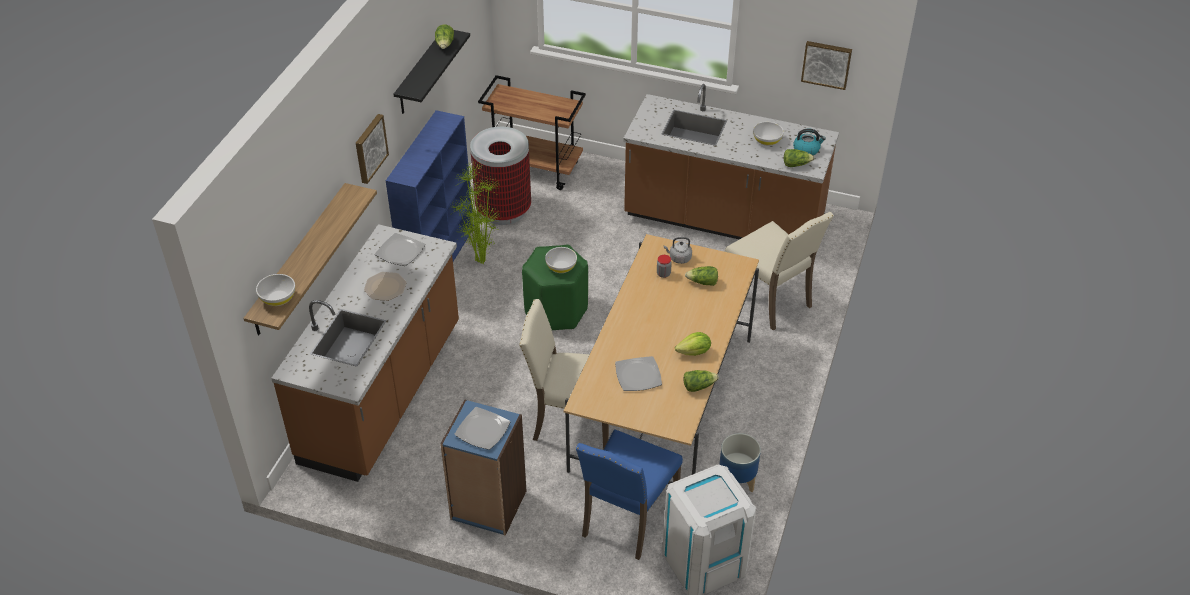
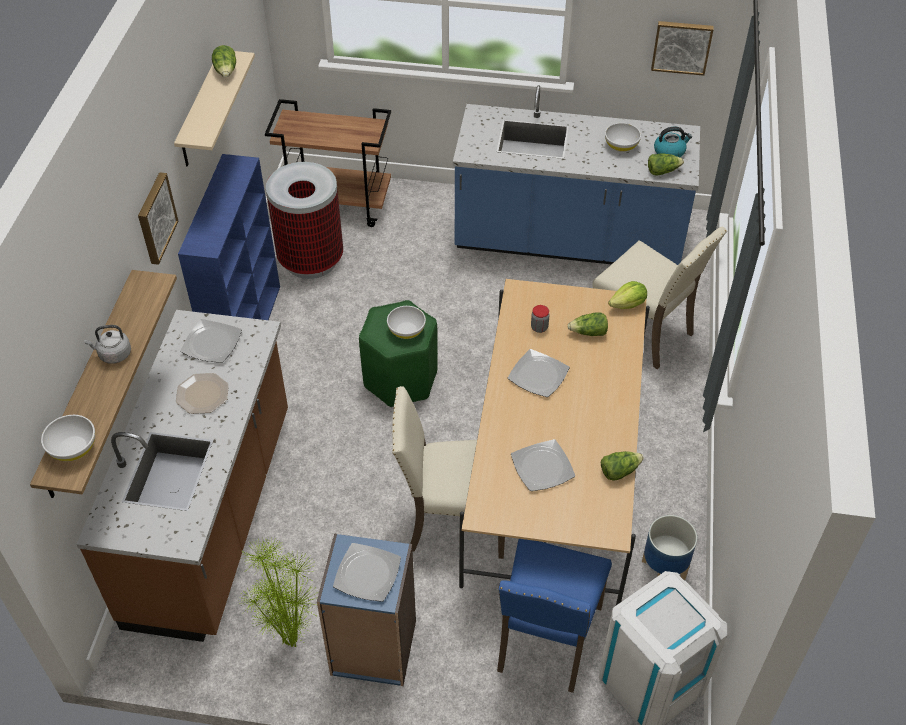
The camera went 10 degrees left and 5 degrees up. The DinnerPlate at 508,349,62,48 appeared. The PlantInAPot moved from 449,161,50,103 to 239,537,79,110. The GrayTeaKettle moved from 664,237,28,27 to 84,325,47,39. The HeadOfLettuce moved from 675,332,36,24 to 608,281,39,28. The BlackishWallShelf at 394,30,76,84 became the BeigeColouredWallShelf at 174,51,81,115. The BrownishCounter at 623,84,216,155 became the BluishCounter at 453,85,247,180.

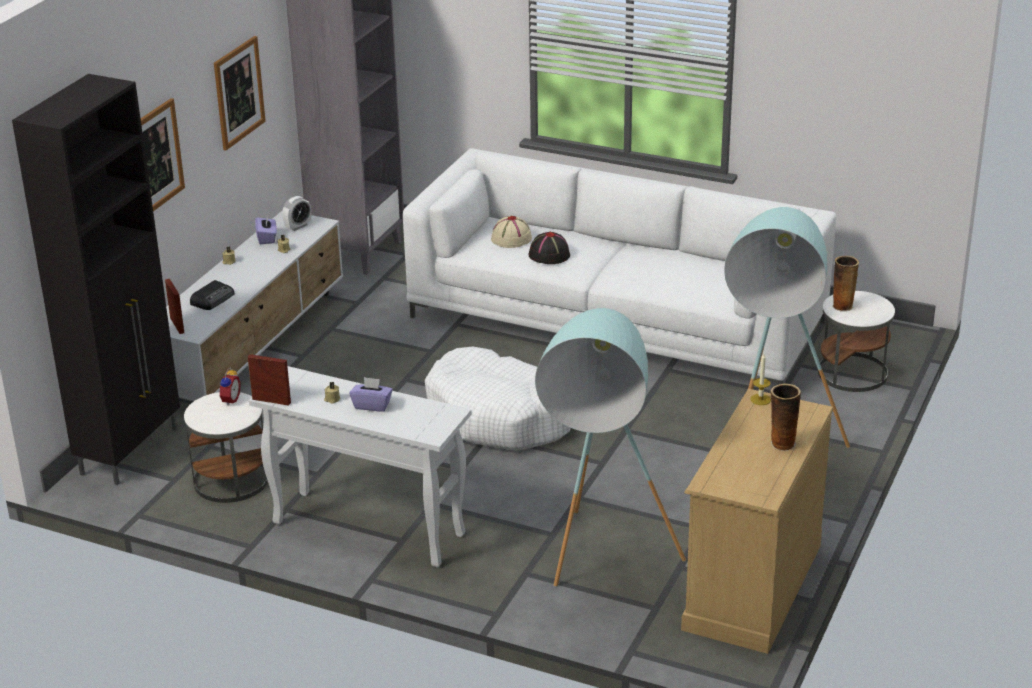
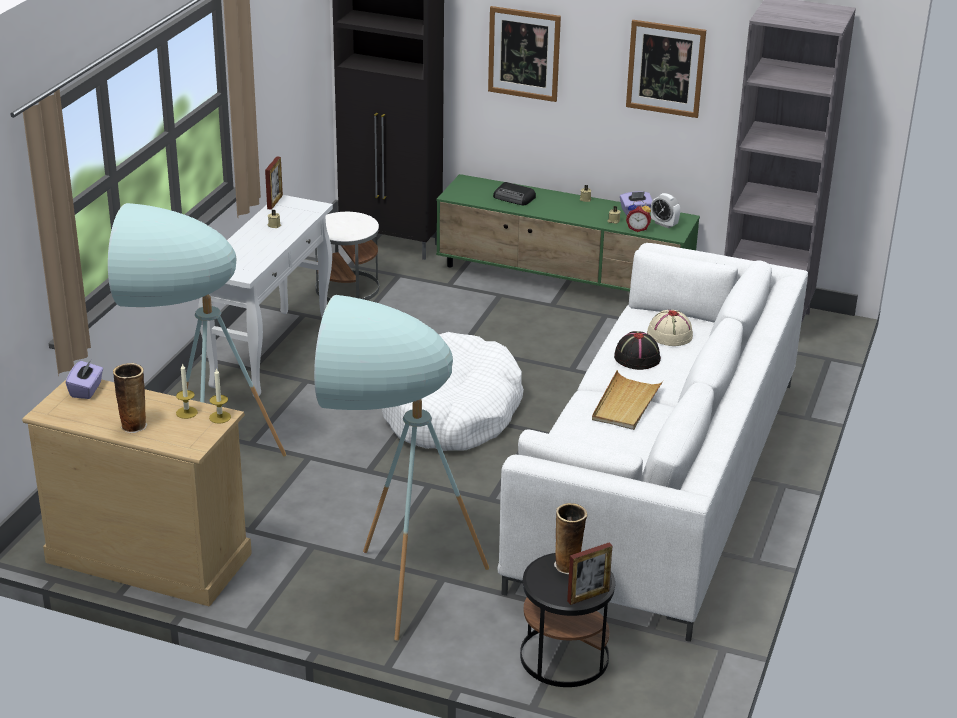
The camera went 85 degrees right and 0 degrees up. The Candle at 176,363,22,56 appeared. The BeigeColouredCarryingTray at 592,370,72,60 appeared. The PhotoFrame moved from 165,279,19,55 to 567,543,45,62. The TableClock moved from 218,367,23,39 to 626,200,25,32. The PurpleColouredBoxOfTissues moved from 349,377,44,35 to 66,360,37,39. The WhiteColouredMediaConsole at 166,210,177,192 became the GreenColouredMediaConsole at 436,174,264,118. The WhiteColouredAccentTable at 818,291,77,101 became the BlackishAccentTable at 520,553,95,134.

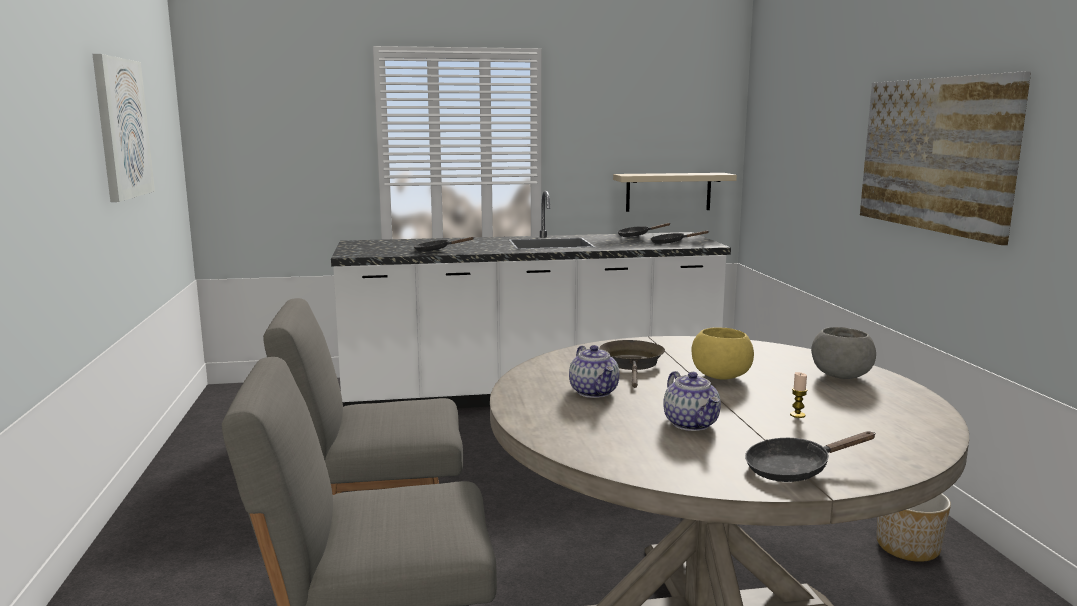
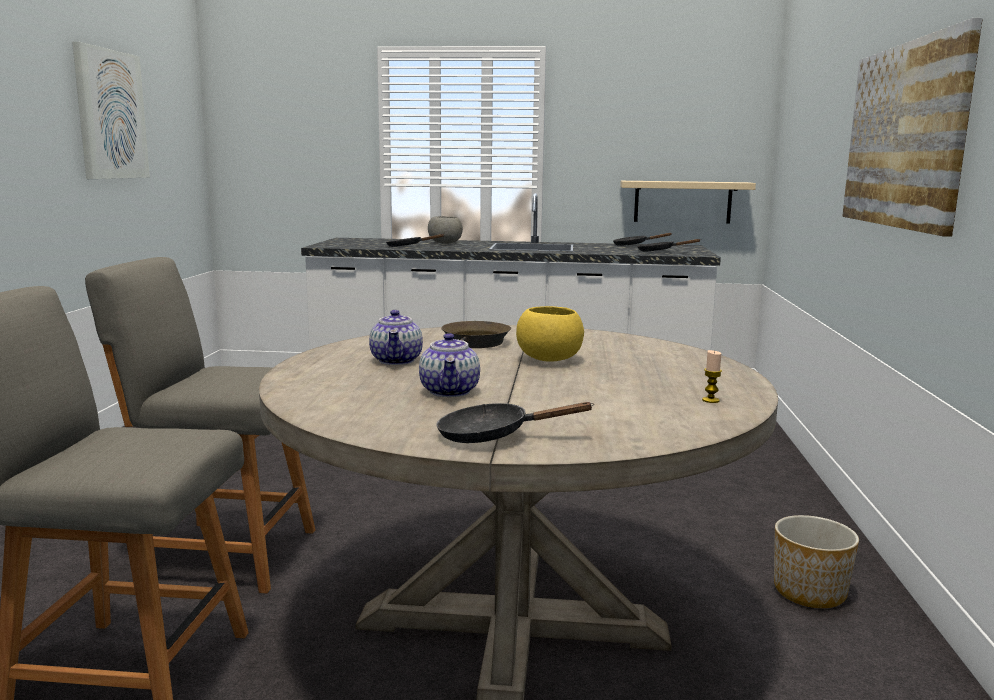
The camera went 15 degrees right and 0 degrees up. The Candle moved from 790,372,17,46 to 702,350,20,53. The GrayServingBowl moved from 811,327,65,52 to 428,216,35,28.

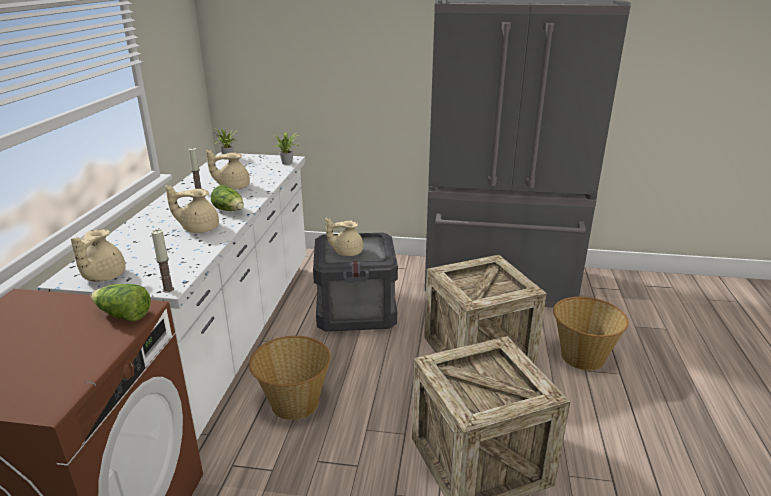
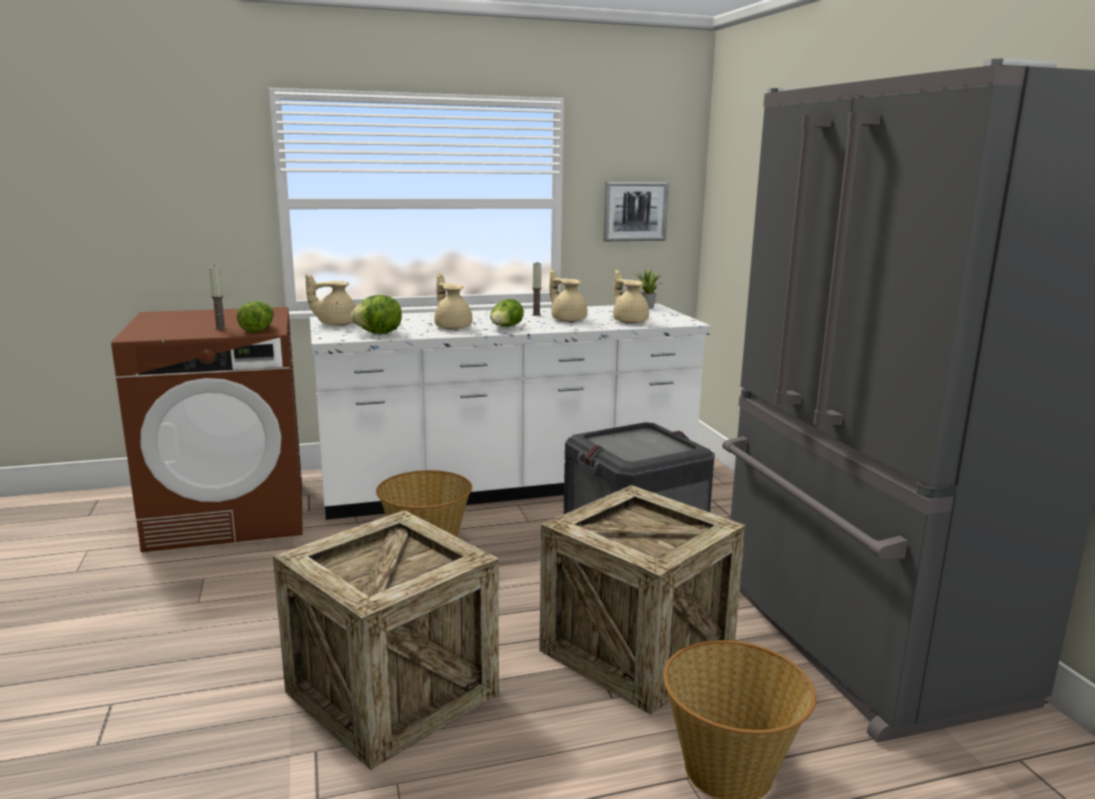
The camera went 65 degrees right and 10 degrees down. The PlantInAPot at 273,132,26,33 disappeared. The HeadOfLettuce at 350,295,52,39 appeared. The Picture at 603,182,66,59 appeared. The Candle moved from 151,229,23,64 to 209,265,17,65. The BeigeColouredTeapot moved from 325,218,38,38 to 613,270,36,53.

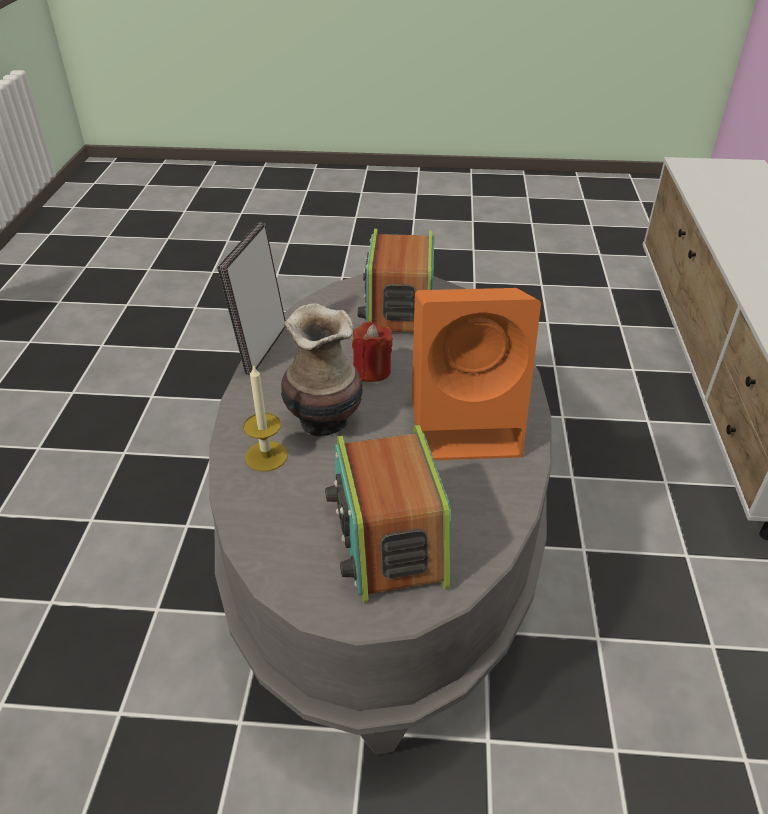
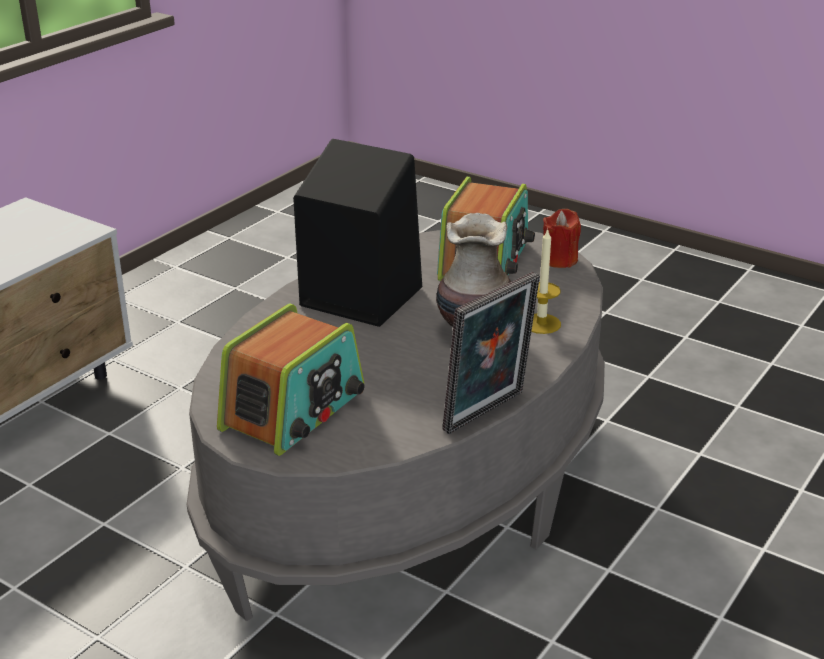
The camera went 150 degrees left and 10 degrees down. The RedCandle moved from 352,321,41,61 to 543,209,38,59. The OrangeLoudspeaker at 412,288,129,172 became the BlackishLoudspeaker at 293,139,129,188.

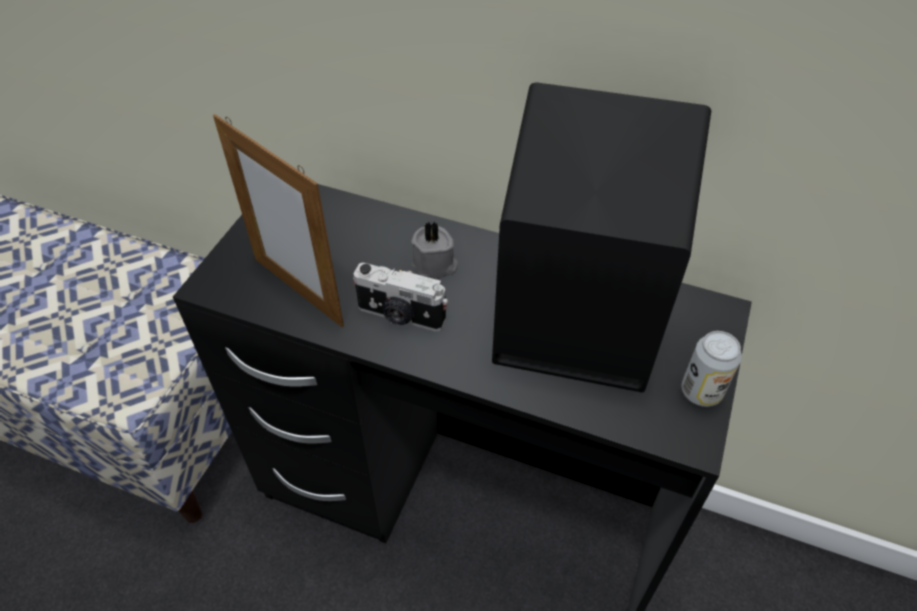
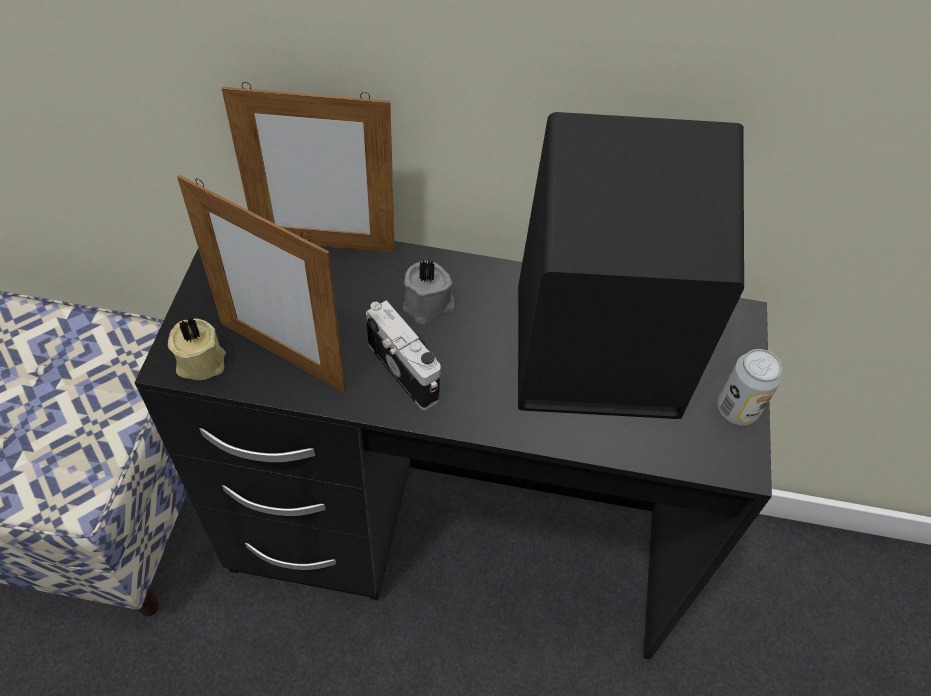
The camera went 15 degrees left and 5 degrees up. The BeigeColouredCandle at 168,317,58,63 appeared. The PhotoFrame at 222,82,173,170 appeared. The PhotoCamera at 353,262,95,70 turned 135 degrees counterclockwise.

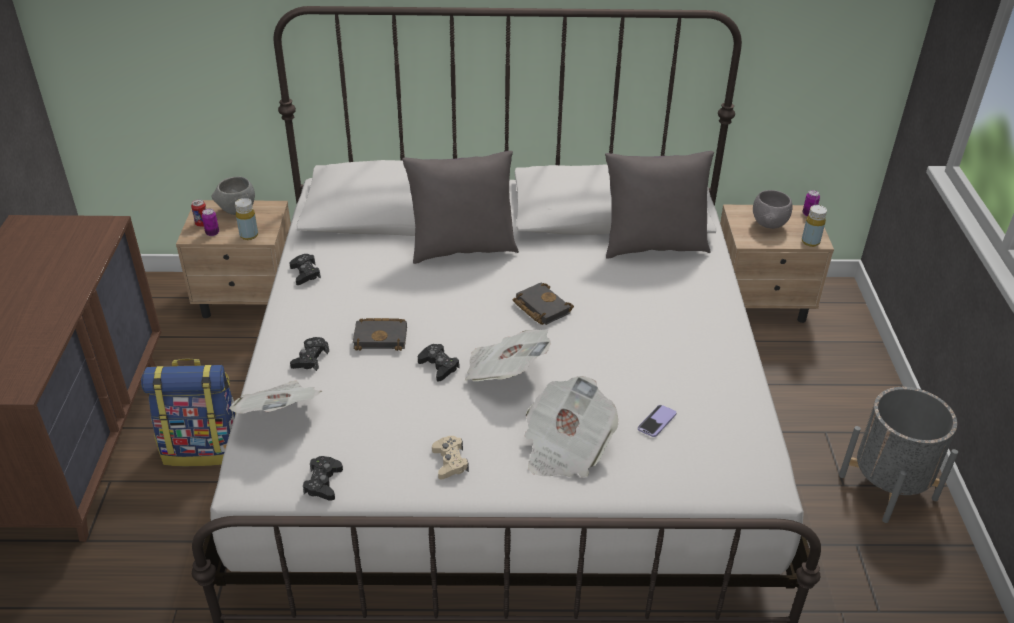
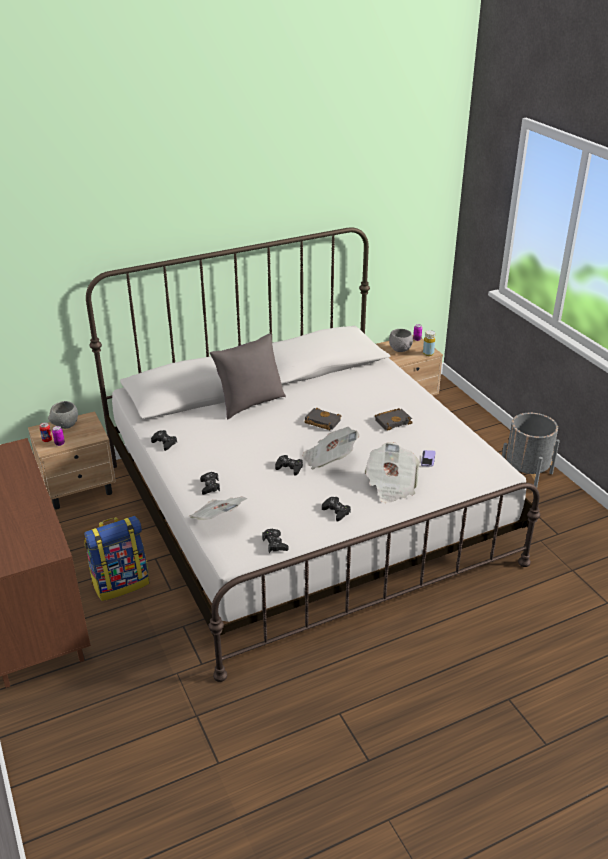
The camera went 25 degrees left and 5 degrees down. The YellowishBottle at 235,198,23,42 disappeared. The GrayThrowPillow at 605,151,109,107 disappeared. The BlackishVolume moved from 353,318,54,33 to 375,408,38,23. The BeigeColouredGamepad at 432,436,37,43 became the BlackishGamepad at 322,497,29,24.

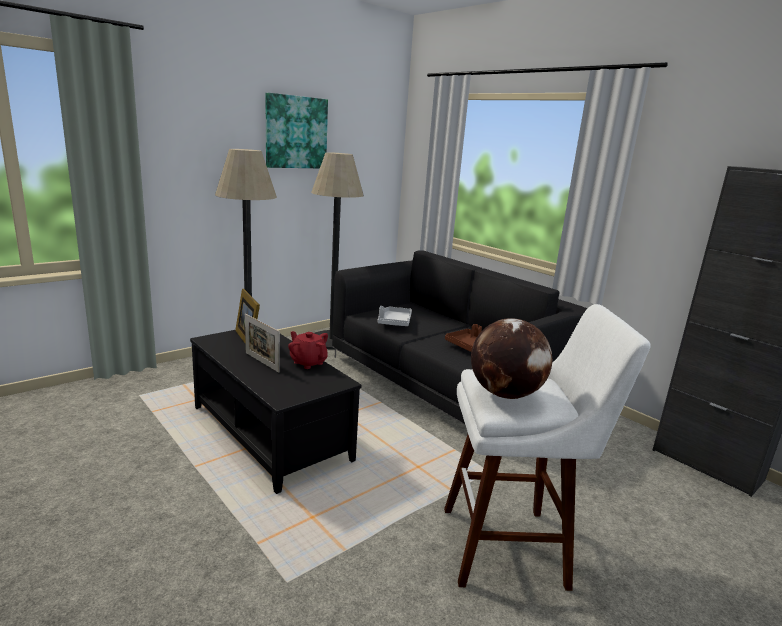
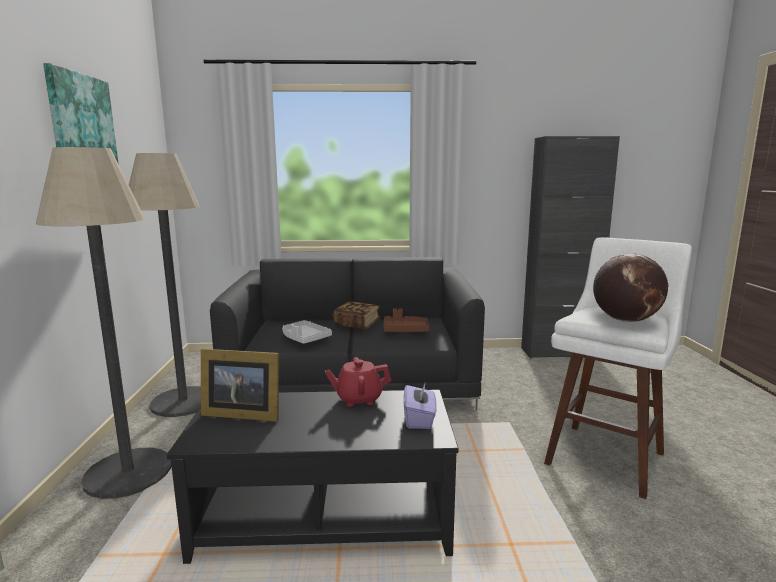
The camera went 50 degrees left and 5 degrees down. The PhotoFrame at 245,314,35,59 disappeared. The Volume at 333,301,47,29 appeared. The PurpleColouredBoxOfTissues at 404,381,32,48 appeared.

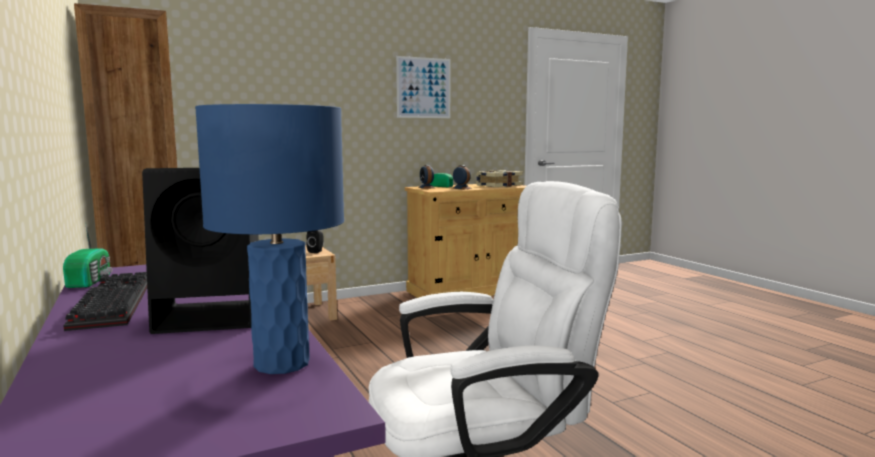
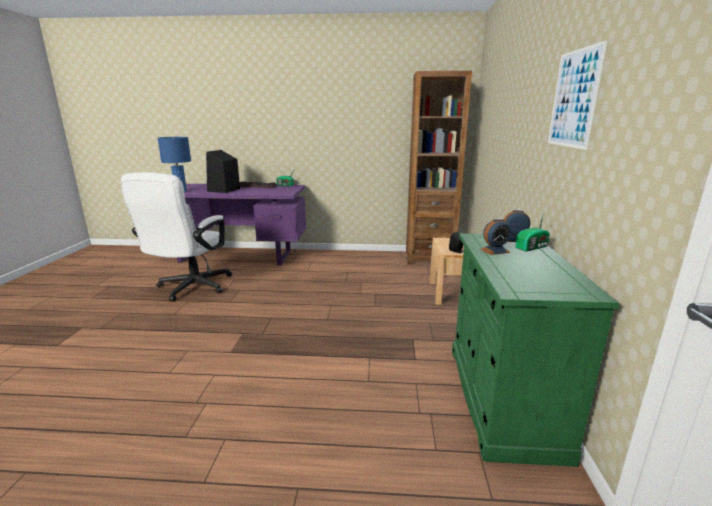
The camera went 120 degrees right and 10 degrees up. The Volume at 476,170,47,17 disappeared. The BeigeColouredCupboard at 405,184,121,114 became the GreenColouredCupboard at 452,233,167,234.

